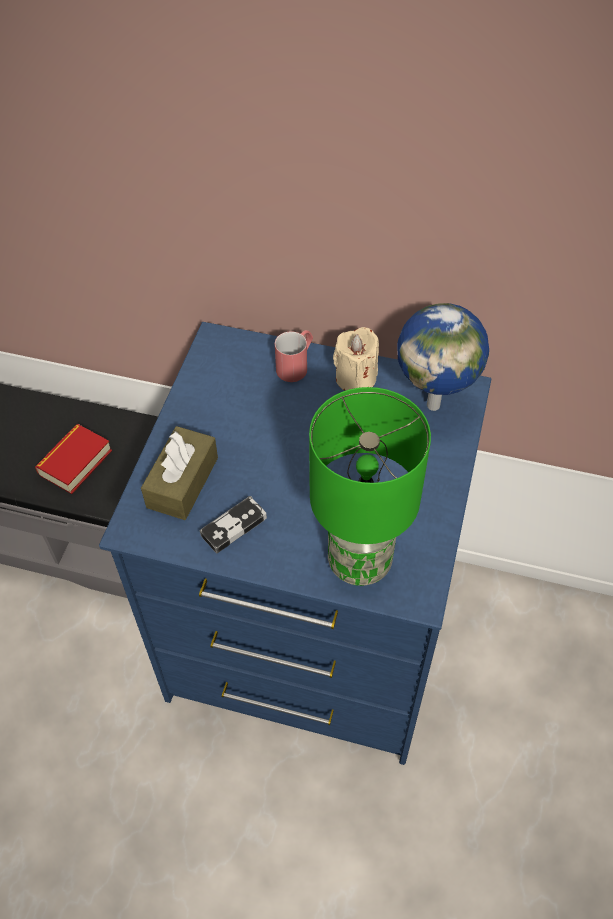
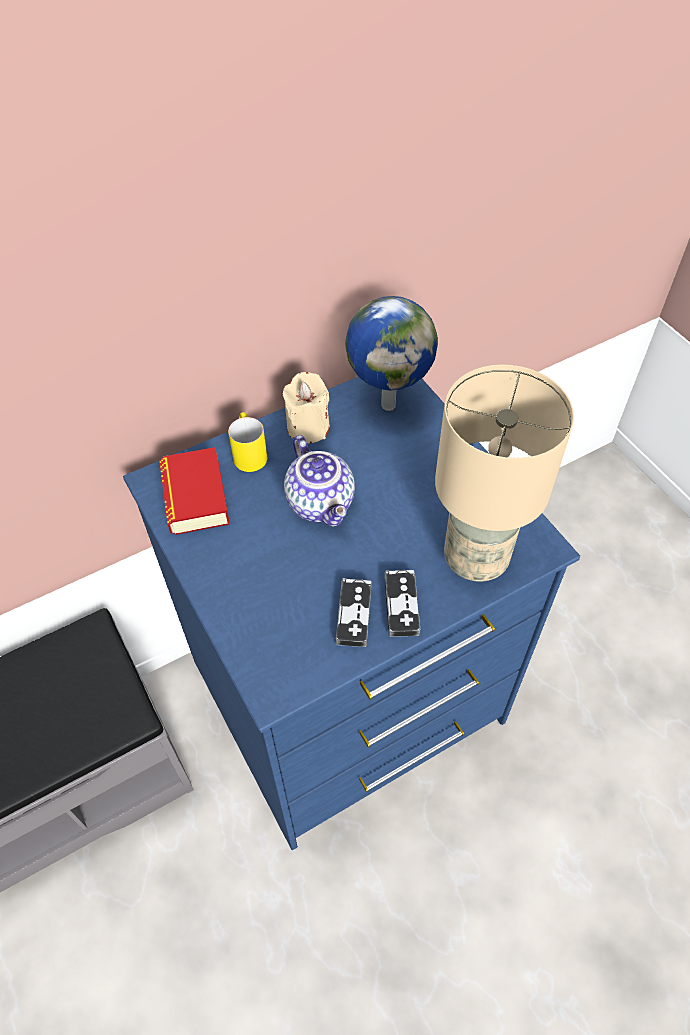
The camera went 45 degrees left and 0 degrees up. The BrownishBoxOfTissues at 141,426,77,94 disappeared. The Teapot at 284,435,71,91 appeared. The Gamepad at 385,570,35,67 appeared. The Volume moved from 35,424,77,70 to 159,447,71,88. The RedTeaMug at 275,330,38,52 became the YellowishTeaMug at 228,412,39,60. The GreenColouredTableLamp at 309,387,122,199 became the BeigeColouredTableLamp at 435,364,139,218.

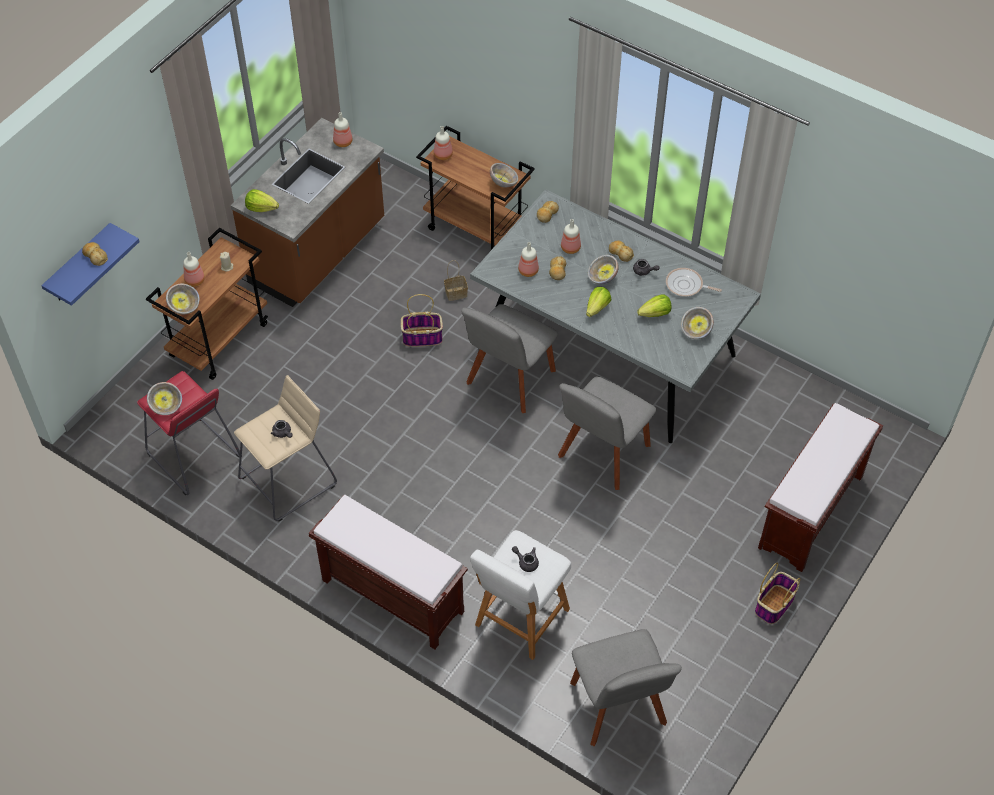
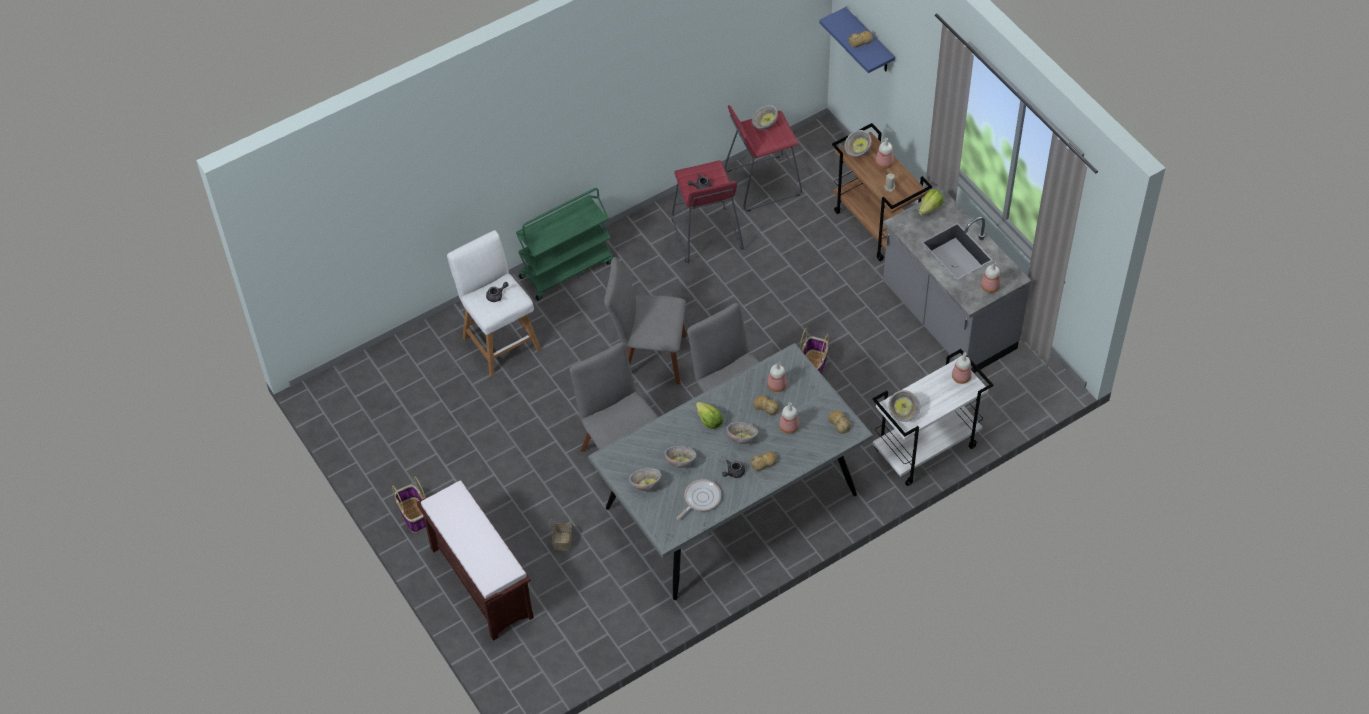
The camera went 115 degrees right and 0 degrees up. The HouseholdBasket moved from 444,260,24,41 to 550,518,22,33. The GrayUprightChair moved from 570,629,112,117 to 604,257,83,128. The BrownishIndoorBench at 309,495,159,154 was replaced by the GreenColouredCart at 516,188,97,113. The HeadOfLettuce at 637,294,34,23 was replaced by the ServingBowl at 664,446,33,22. The BrownishCounter at 230,118,154,189 became the GrayCounter at 883,189,148,184. The BeigeColouredSittingStool at 234,375,103,146 became the RedSittingStool at 672,160,72,103. The BrownishCart at 416,126,119,124 became the WhiteColouredCart at 872,349,121,137.

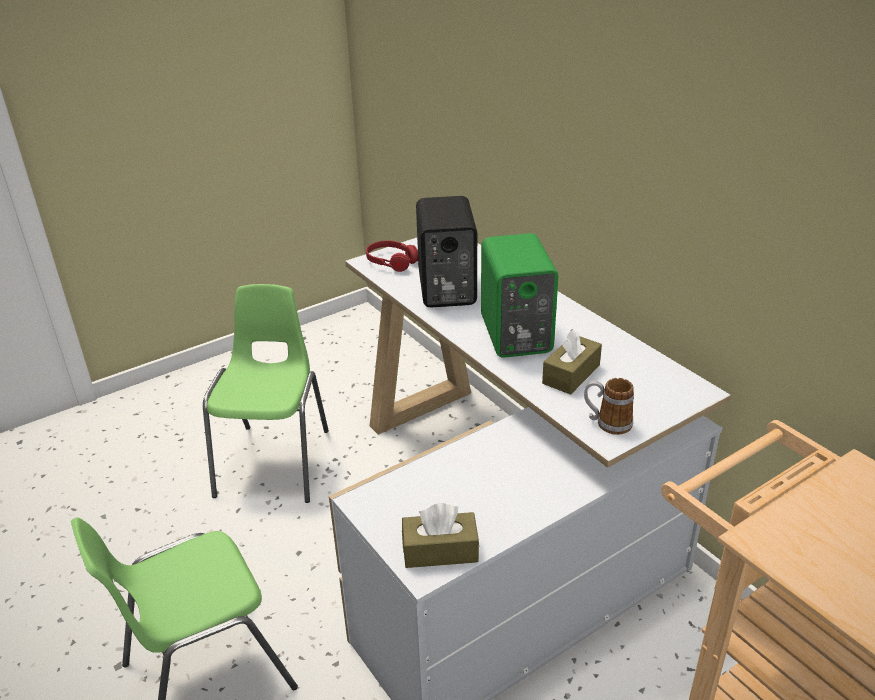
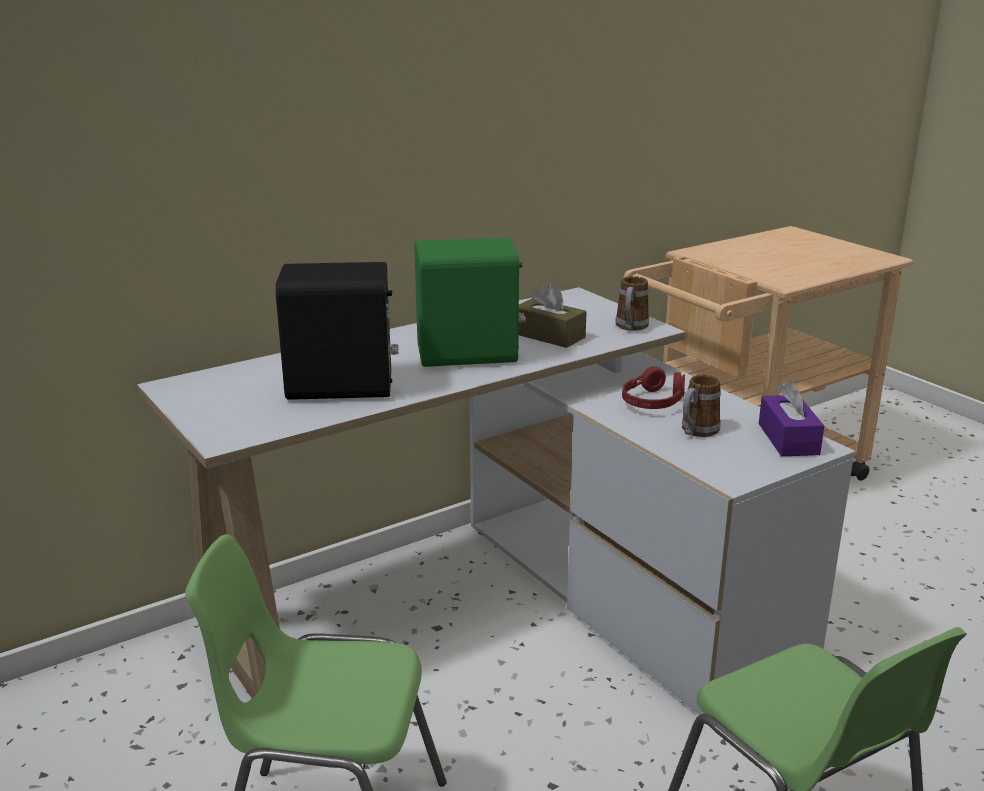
The camera went 90 degrees left and 10 degrees down. The TeaMug at 682,375,39,62 appeared. The RedHeadset moved from 366,240,52,32 to 622,367,63,42. The BrownishBoxOfTissues at 402,503,77,65 became the PurpleColouredBoxOfTissues at 759,381,65,75.

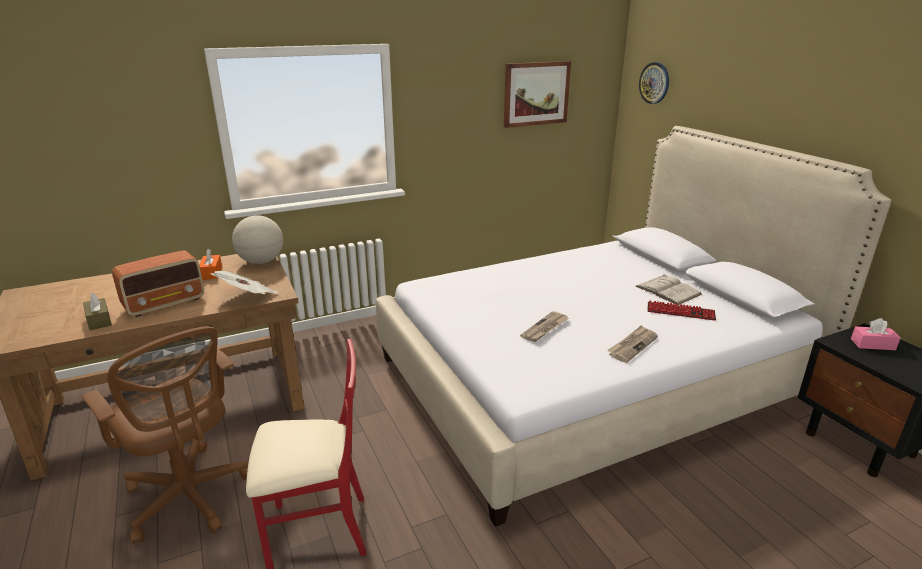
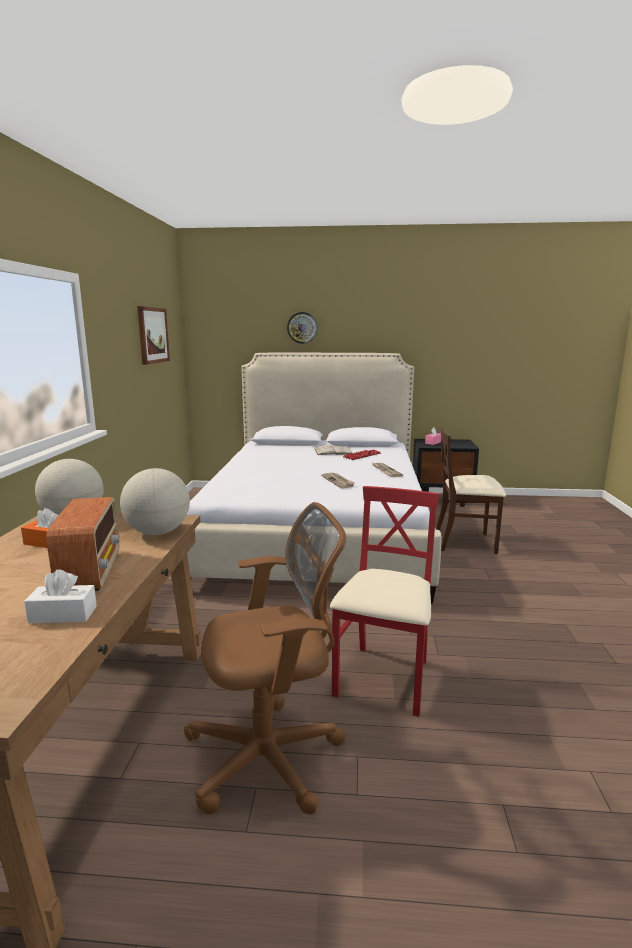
The camera went 60 degrees left and 10 degrees down. The BeigeColouredUprightChair at 436,427,70,127 appeared. The ClockOnTheWall moved from 639,62,30,42 to 287,312,31,32. The PrintedPaper at 210,271,68,23 was replaced by the DeskGlobe at 120,468,70,67. The BrownishBoxOfTissues at 83,293,29,37 became the WhiteColouredBoxOfTissues at 24,569,73,54.

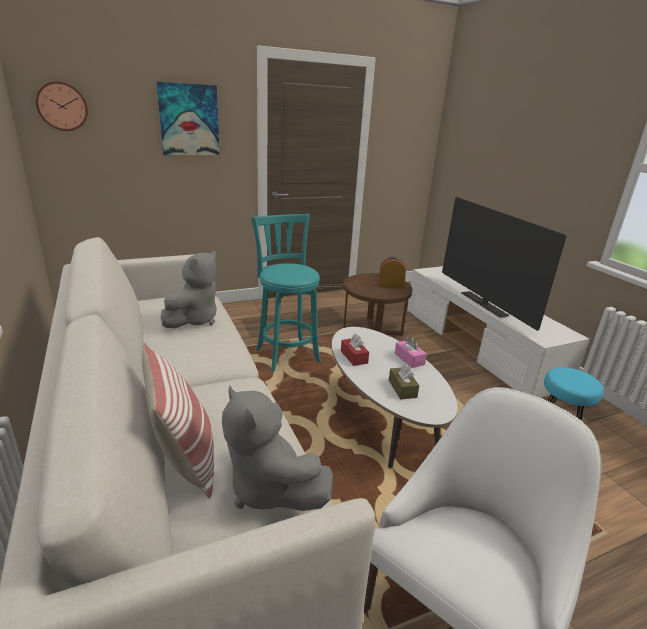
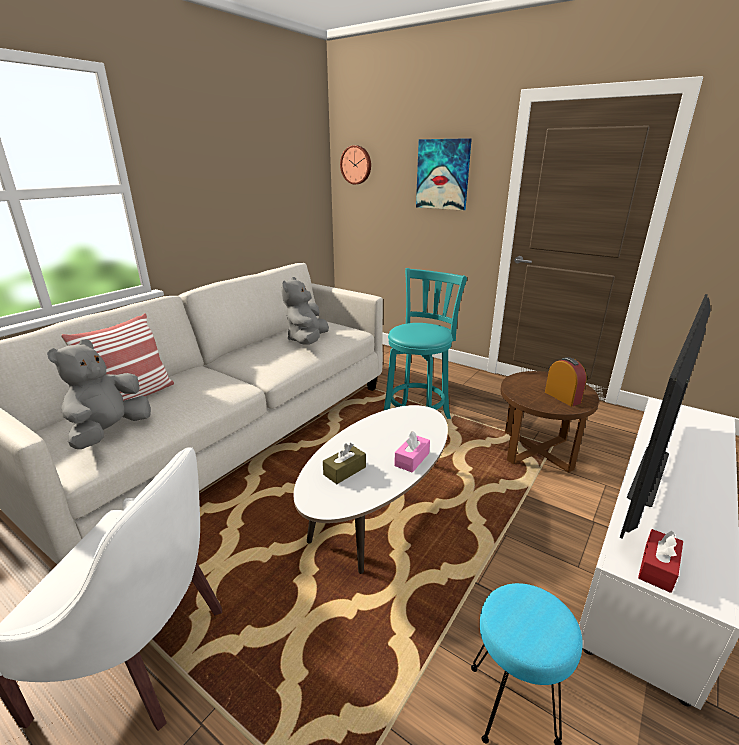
The camera went 60 degrees right and 0 degrees up. The RedBoxOfTissues moved from 341,334,28,32 to 638,529,45,64. The GraySoftToy at 161,251,56,77 turned 105 degrees clockwise.

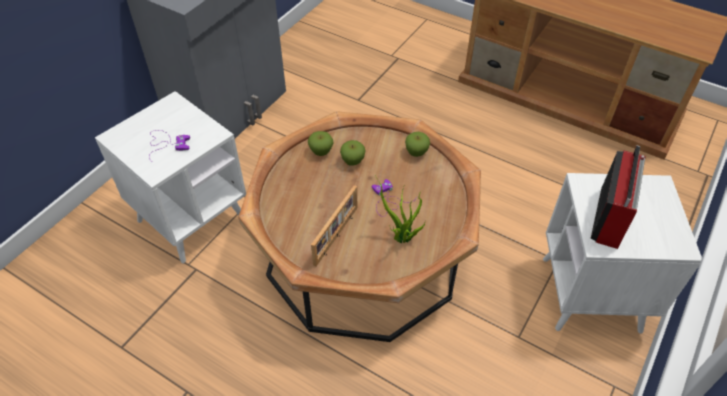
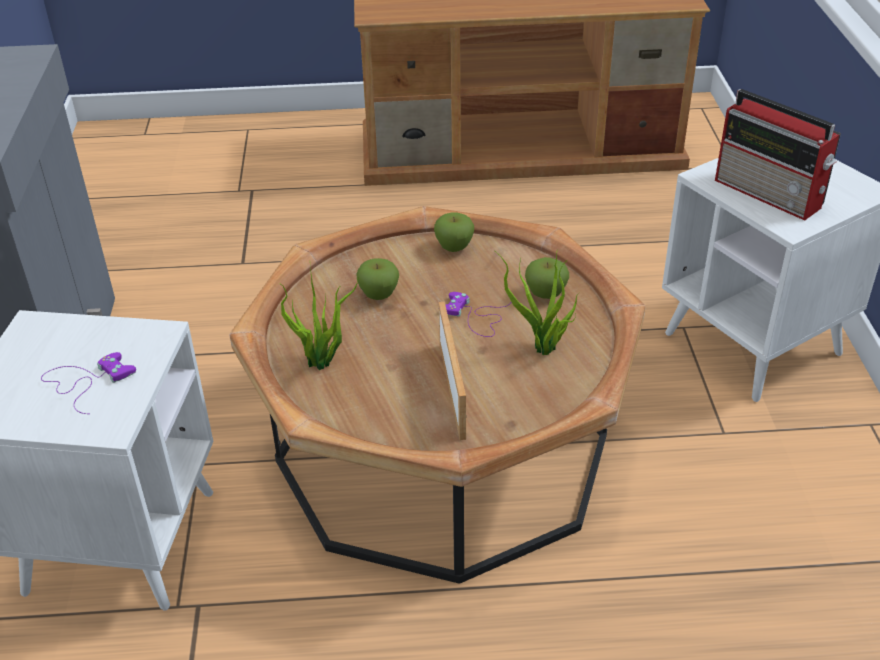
The camera went 35 degrees left and 10 degrees down. The PlantInAPot at 279,269,79,101 appeared. The WholeApple moved from 308,131,25,25 to 525,257,44,42. The RadioReceiver at 590,145,56,104 turned 150 degrees clockwise.

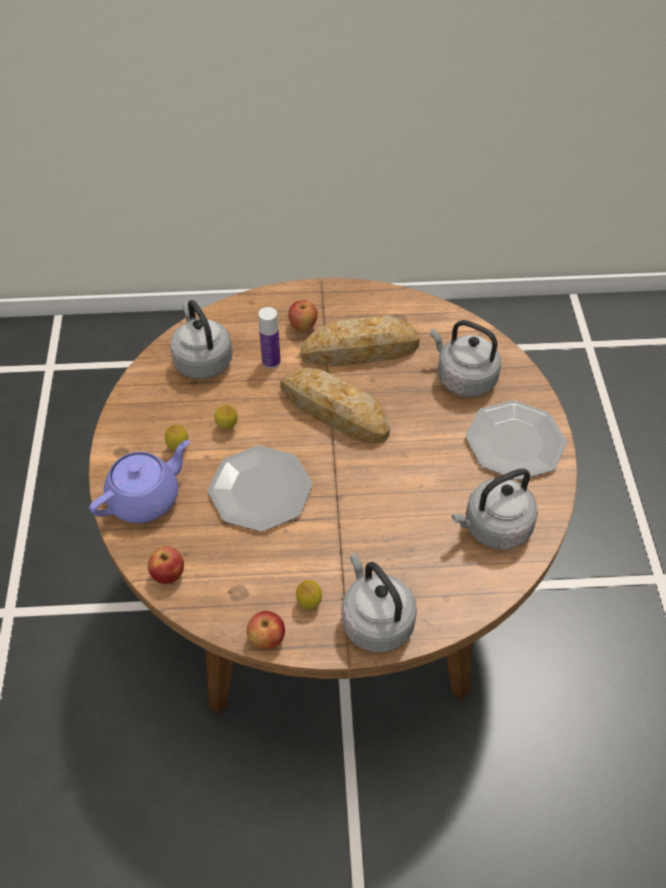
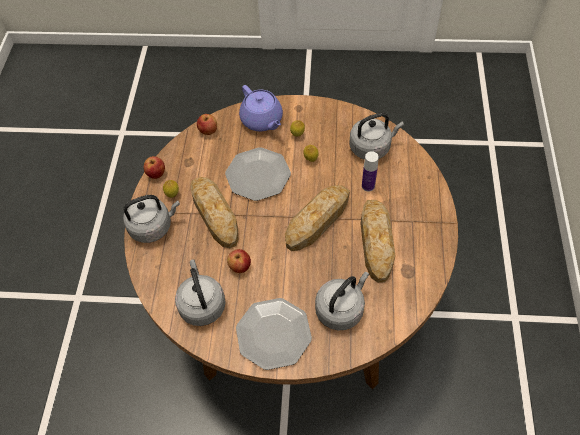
The camera went 100 degrees right and 5 degrees up. The Bread at 190,177,49,71 appeared. The WholeApple moved from 288,300,30,32 to 227,249,24,24.

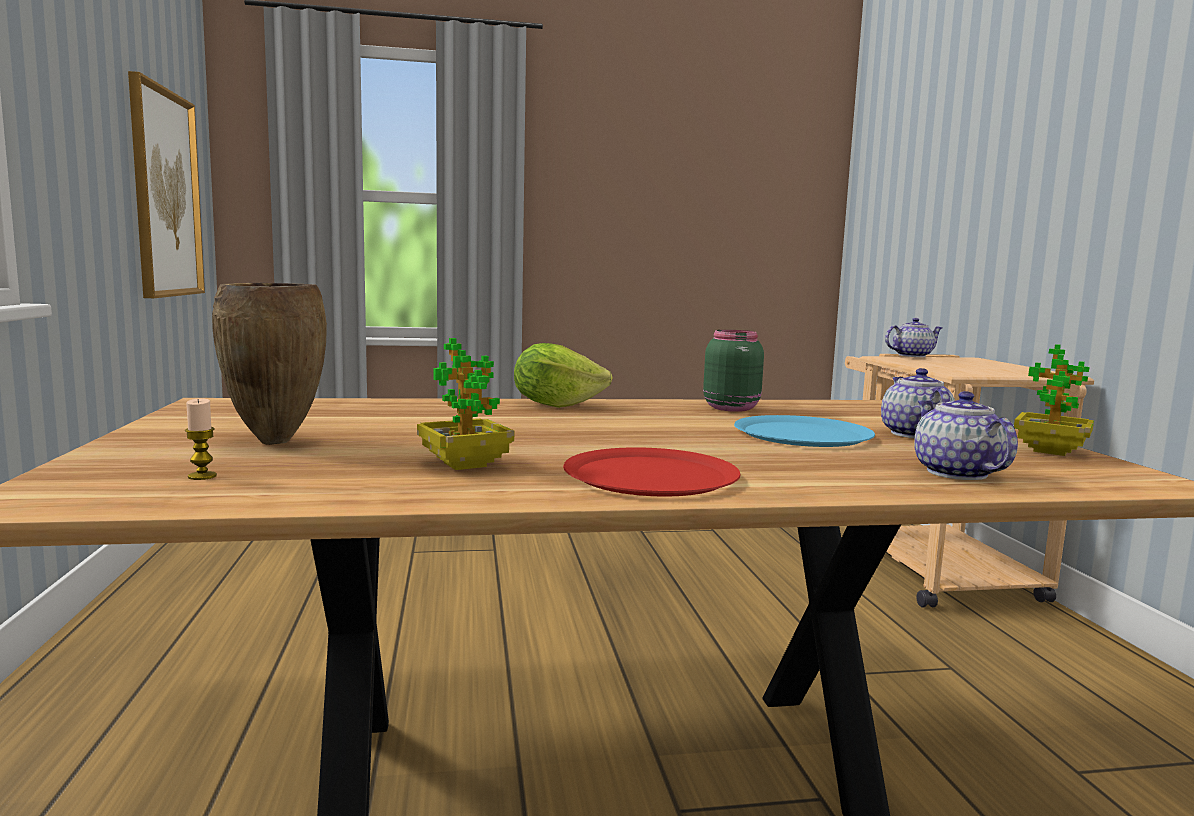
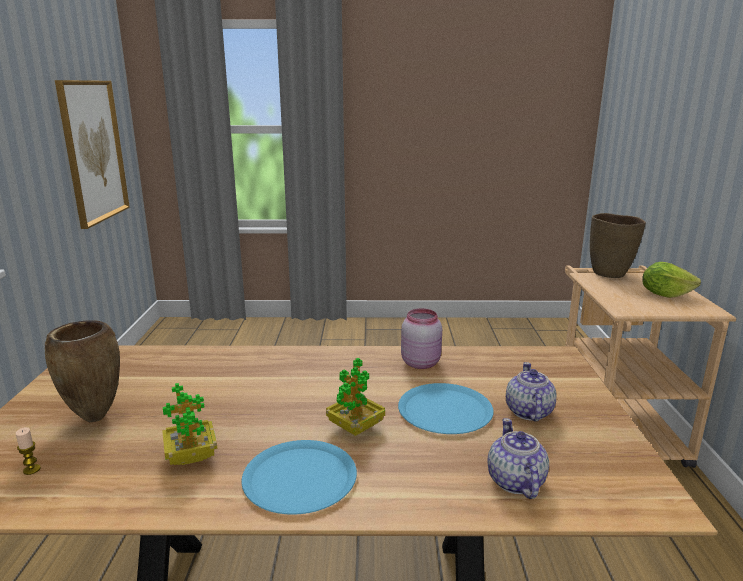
The camera went 10 degrees right and 10 degrees up. The HeadOfLettuce moved from 514,343,99,65 to 642,262,59,36. The PlantInAPot moved from 1014,344,80,112 to 326,358,59,78. The Teapot at 885,318,57,39 was replaced by the BrownishVase at 590,213,56,65. The RedDinnerPlate at 563,447,177,49 became the BluishDinnerPlate at 241,440,116,75. The GreenColouredStorageJar at 703,330,61,82 became the PinkStorageJar at 401,308,41,61.

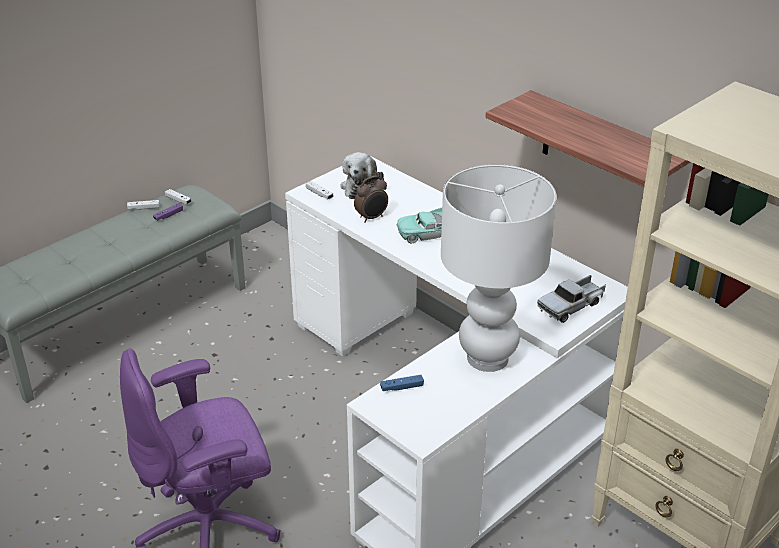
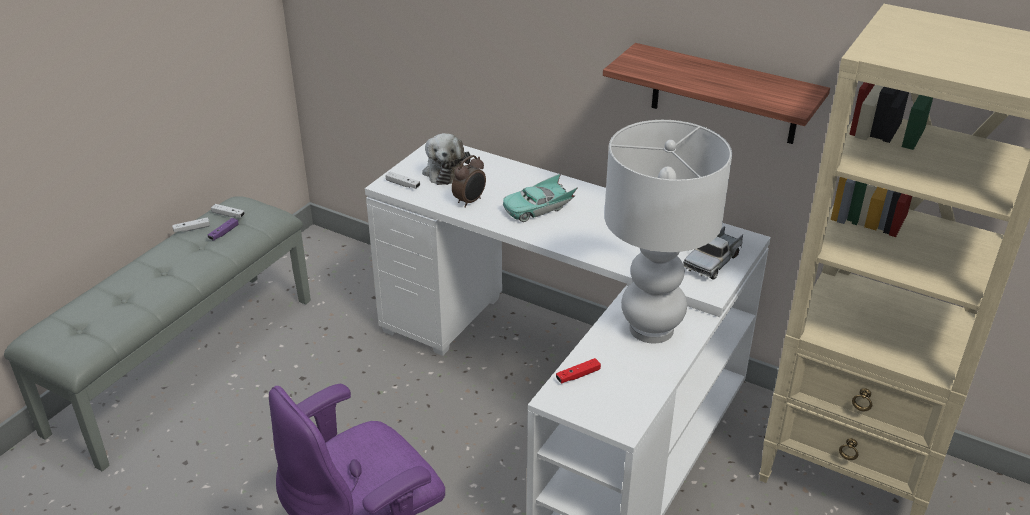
The camera went 15 degrees left and 0 degrees up. The BluishGamepad at 380,375,44,16 became the RedGamepad at 556,358,45,25.

